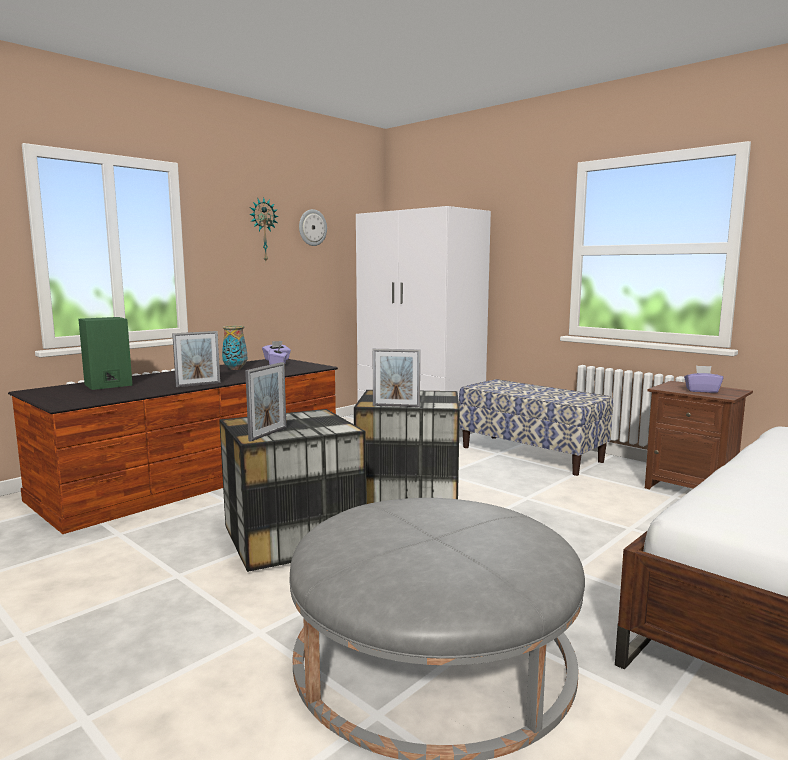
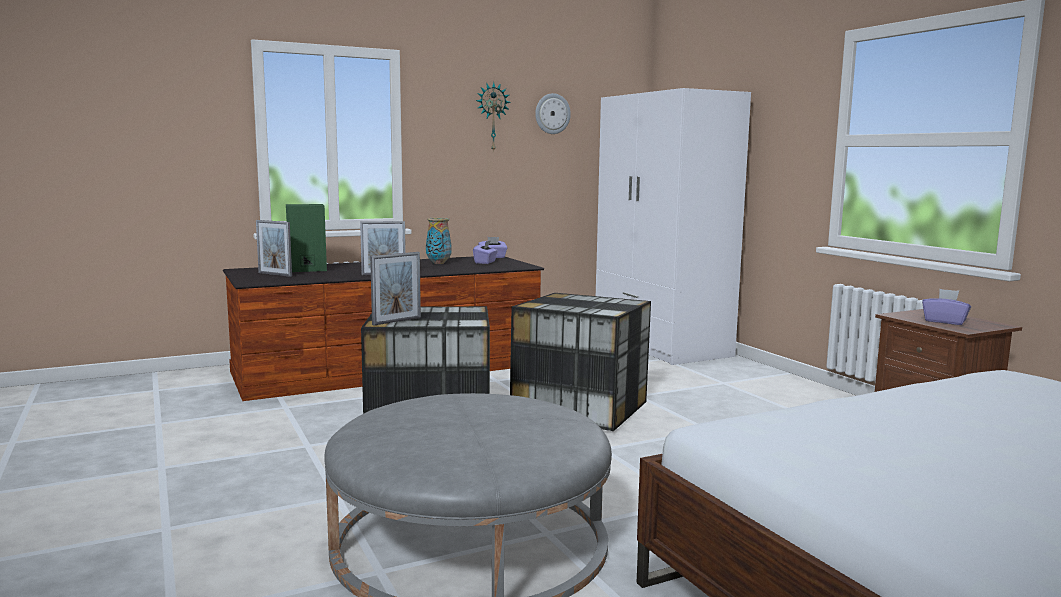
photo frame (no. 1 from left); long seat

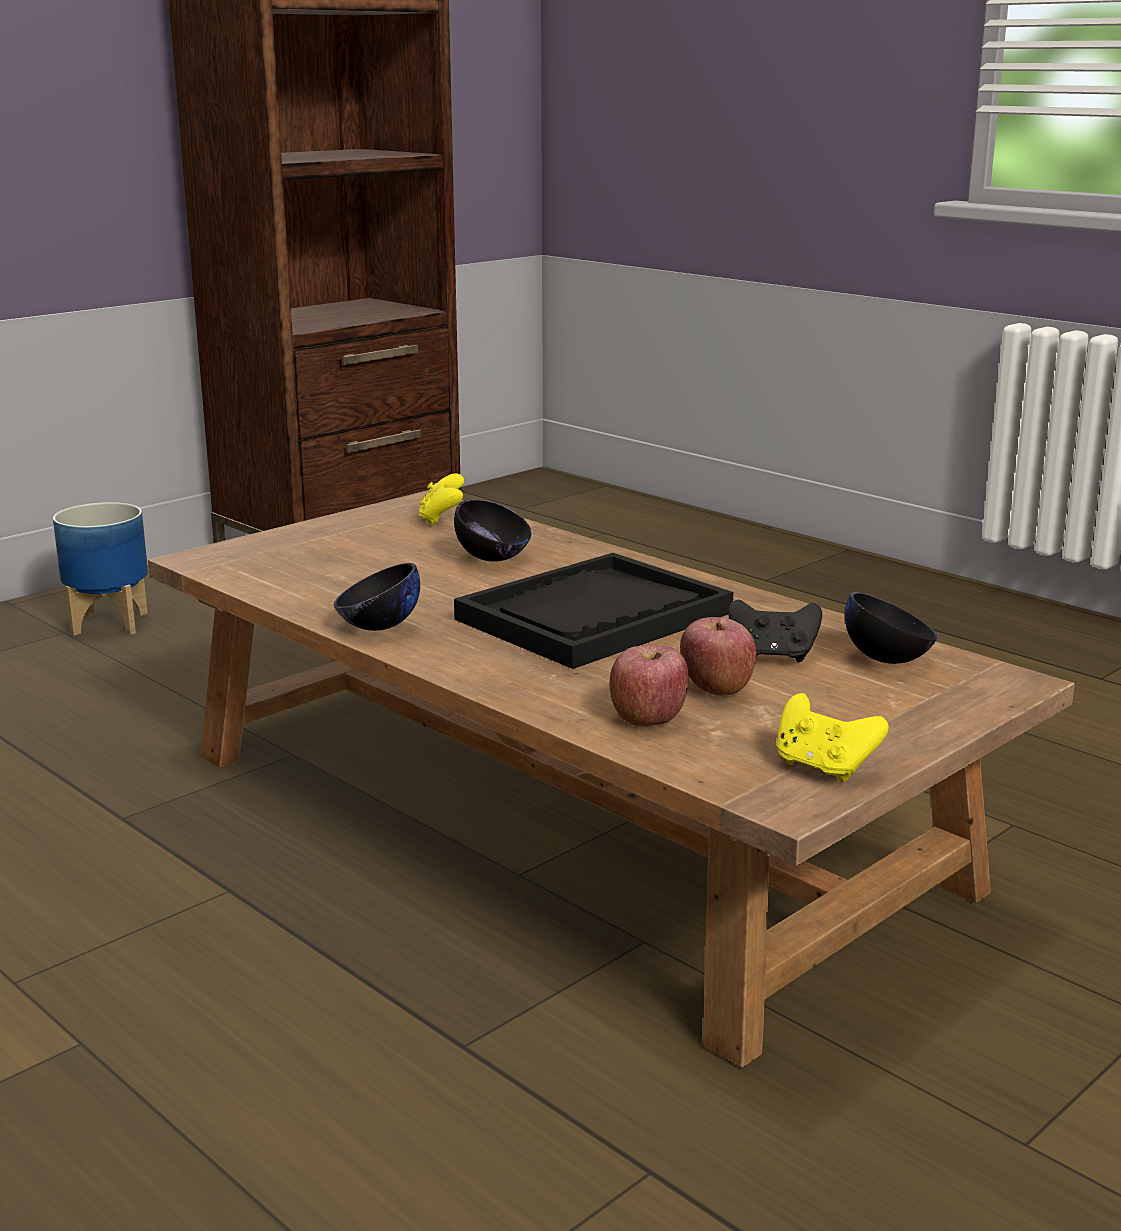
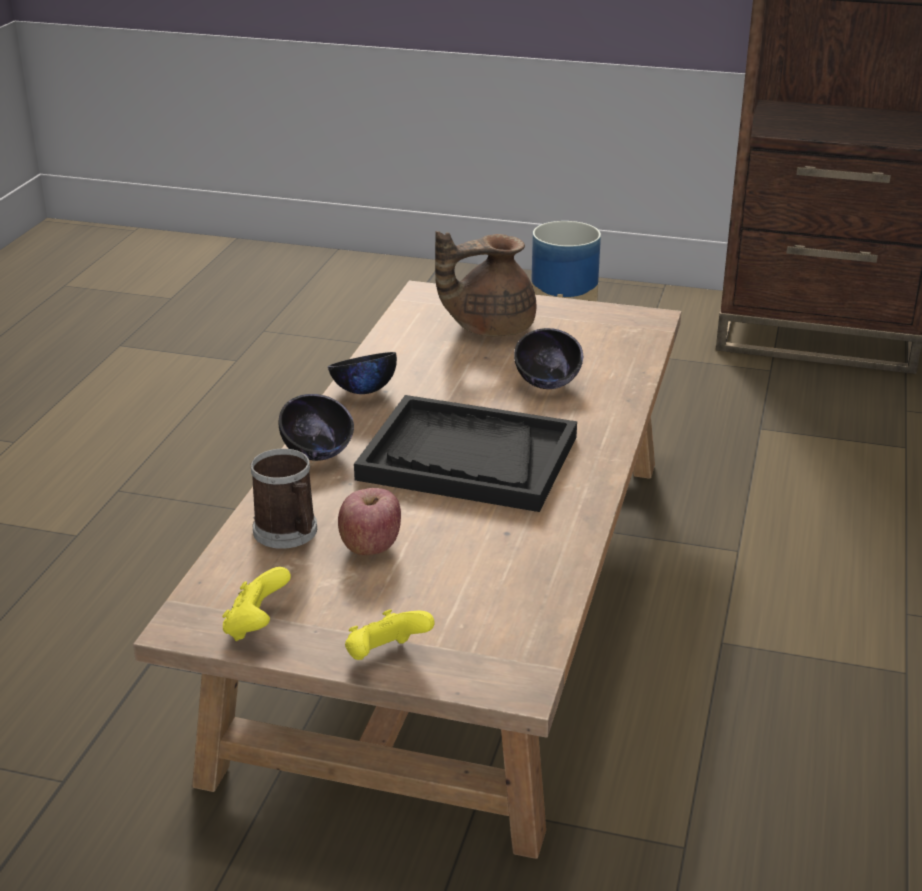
mug; black bowl (no. 1 from left); yellow gamepad (no. 2 from left); brownish pot for tea; black gamepad

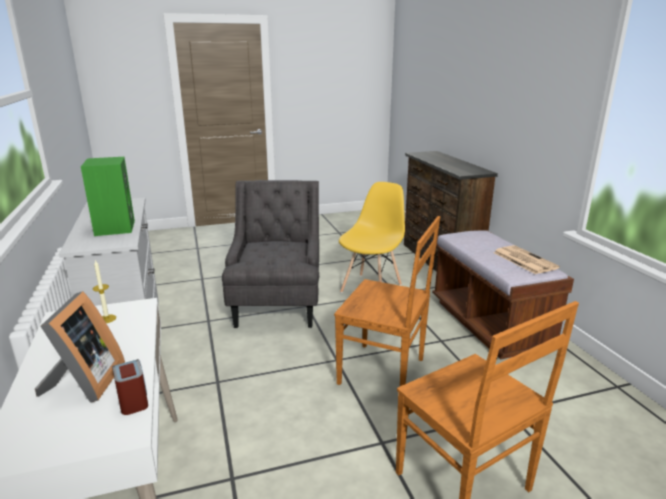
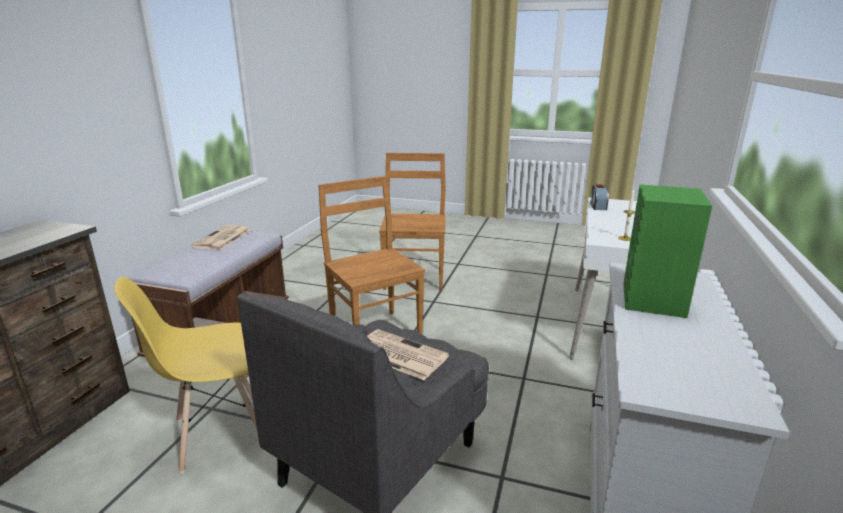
newspaper (no. 2 from left); photo frame

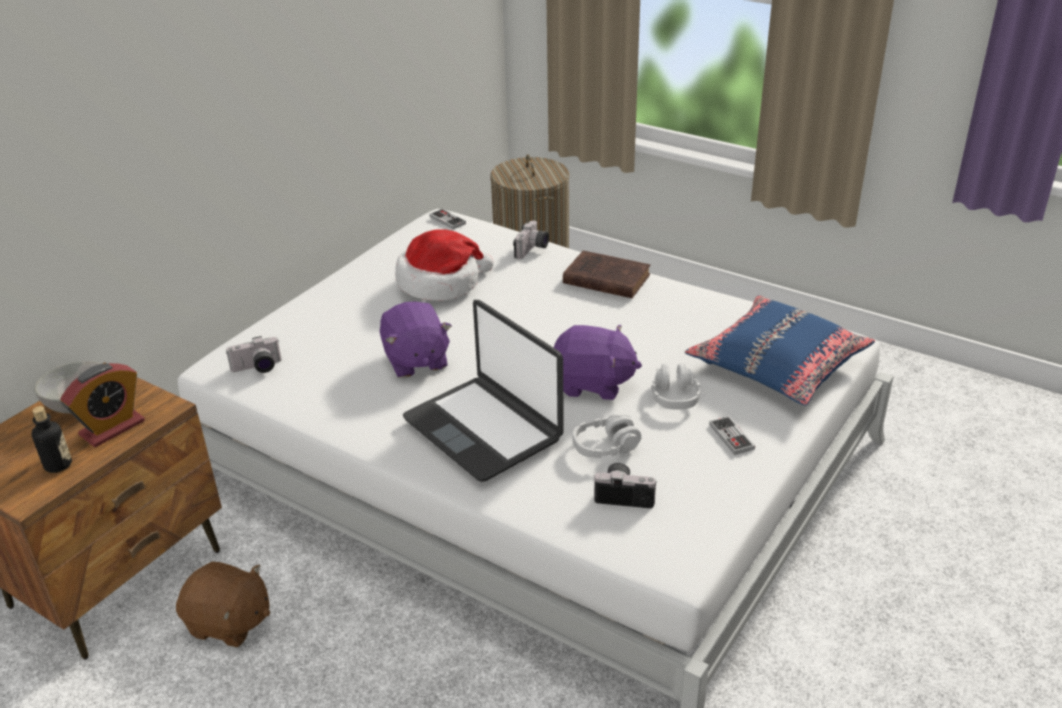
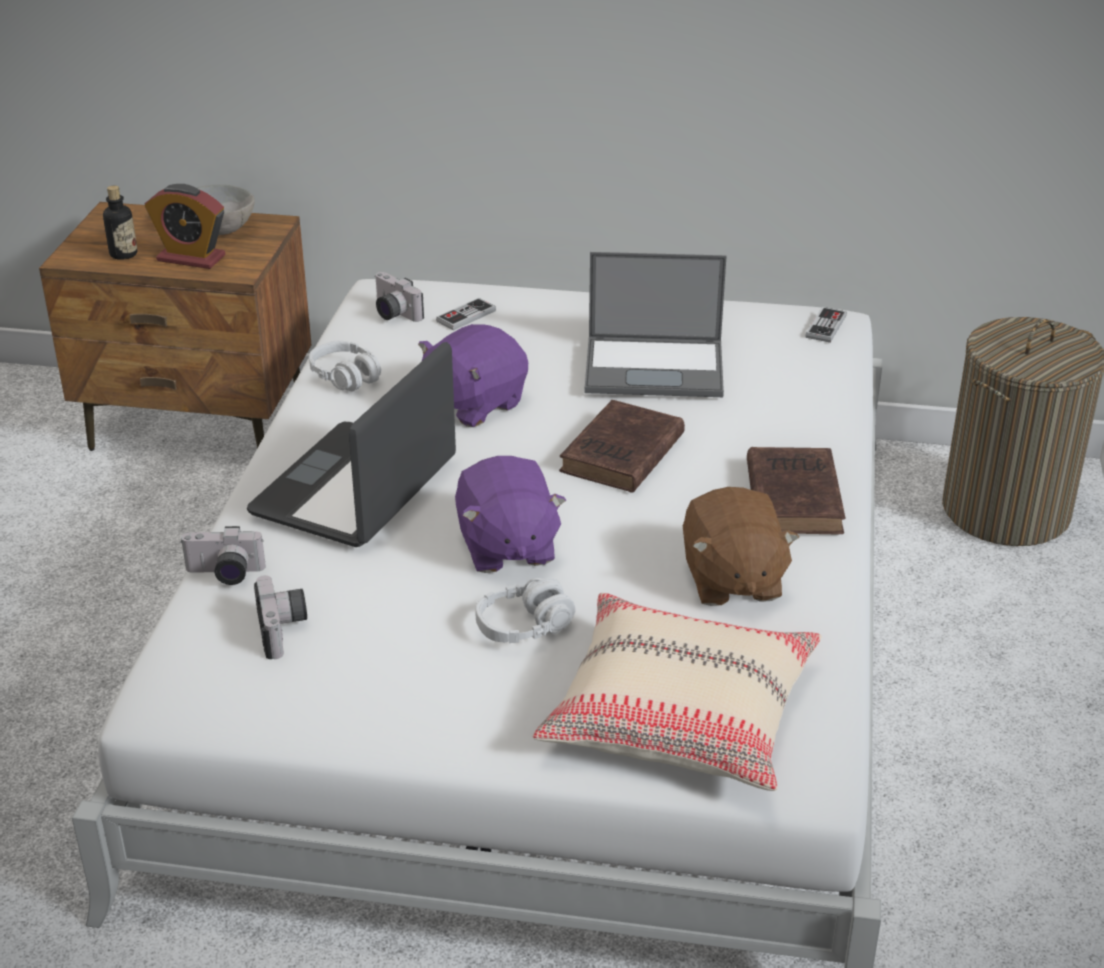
still camera (no. 1 from left); grey headset (no. 1 from left); gamepad (no. 1 from left); beige-coloured cushion; brownish volume (no. 1 from left); portable computer (no. 2 from left); brownish soft toy

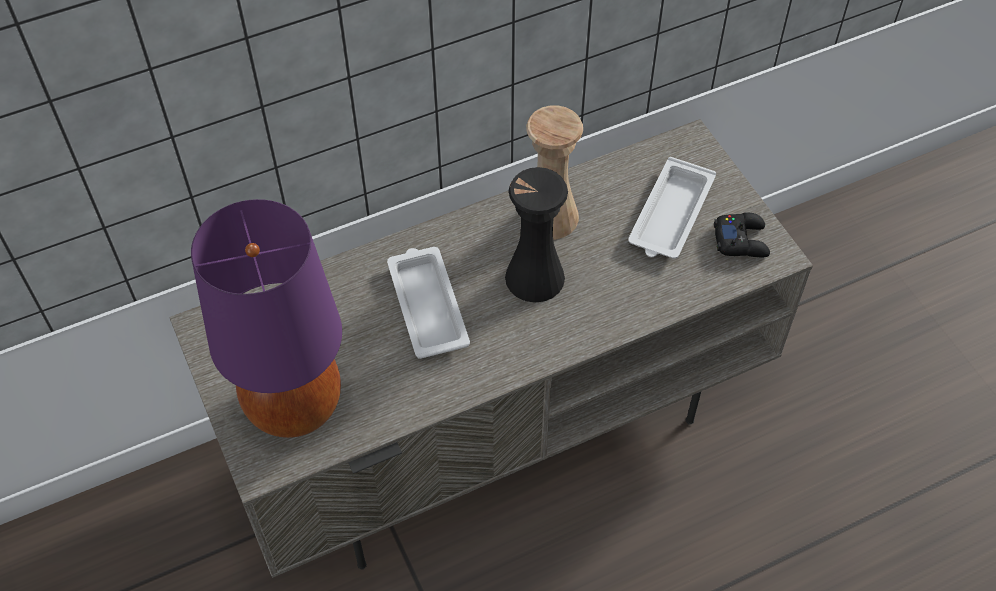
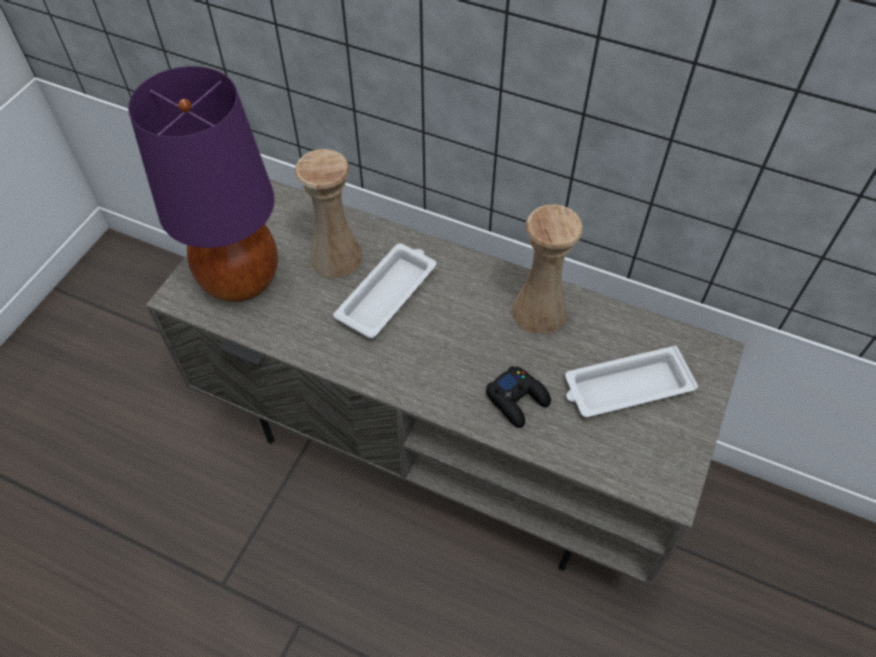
beige-coloured decorative vase (no. 1 from left); black gamepad; black decorative vase

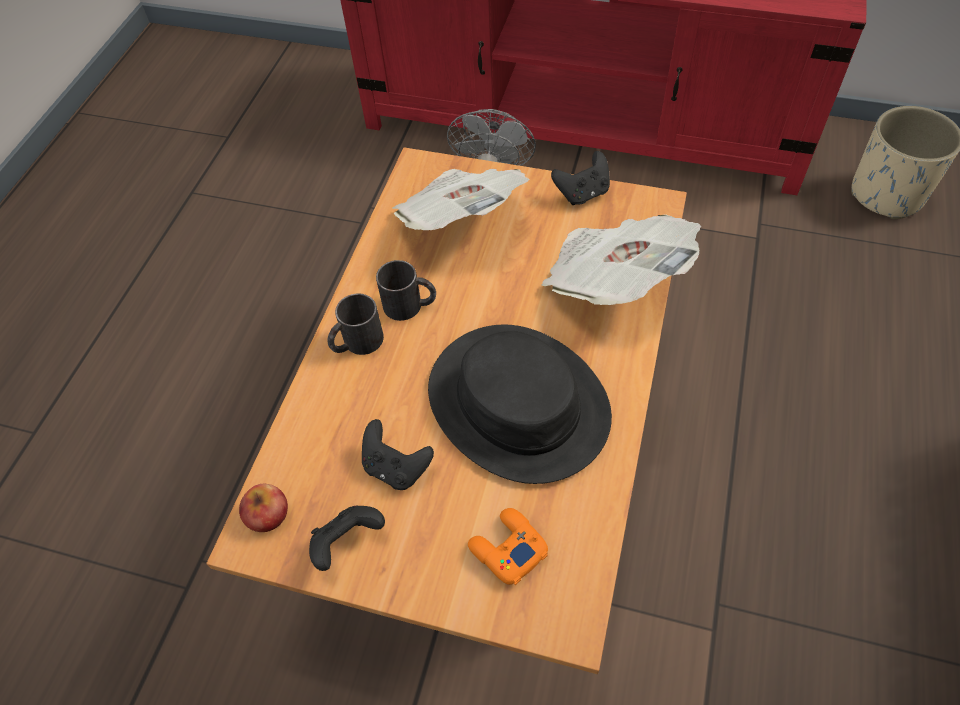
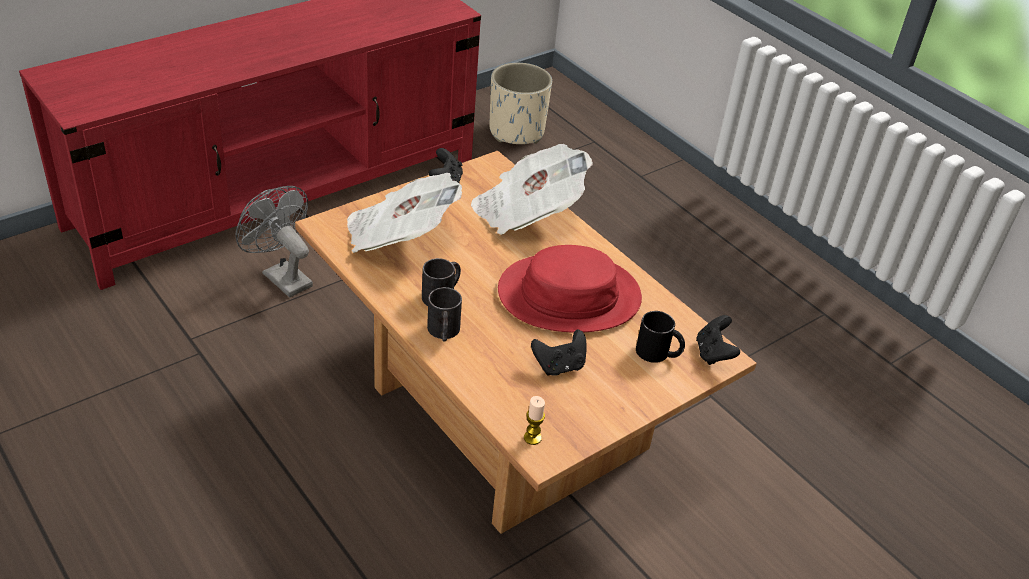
red wearable hat; candle; black mug (no. 3 from left); black gamepad (no. 3 from left)

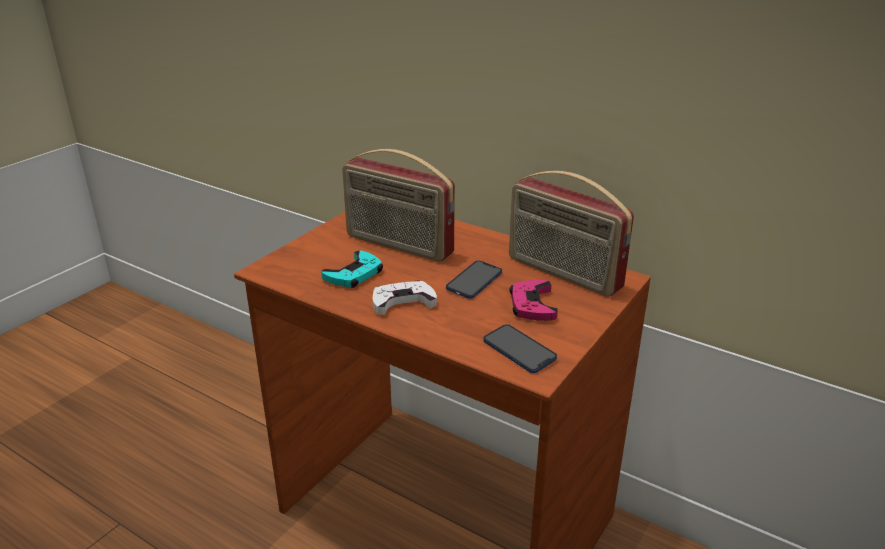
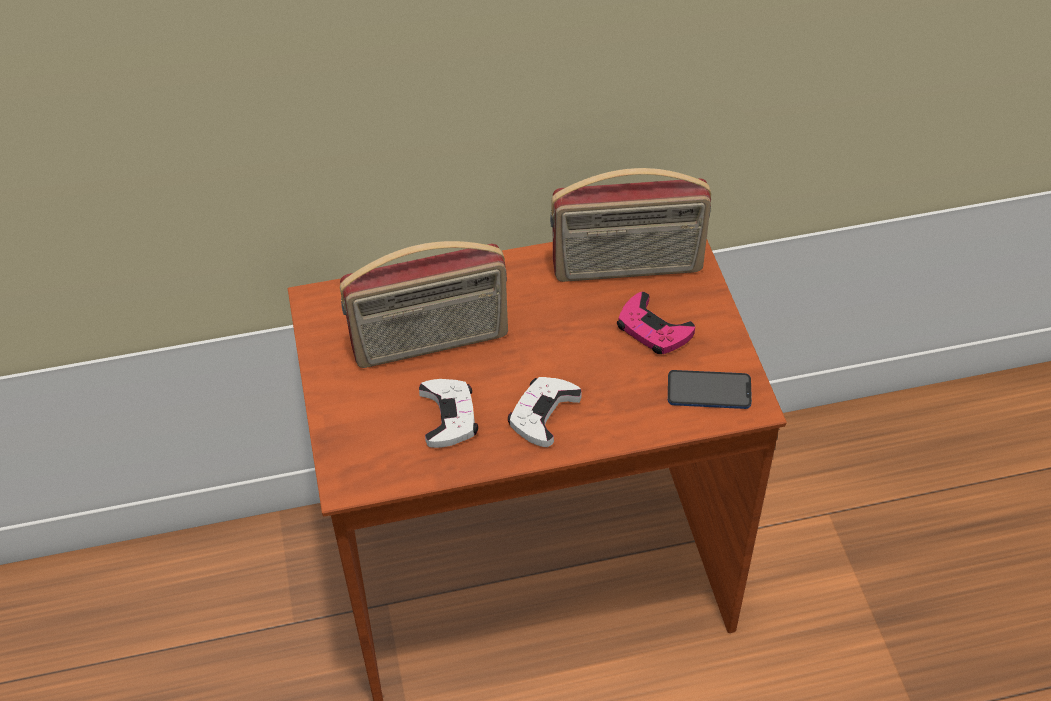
white-coloured gamepad (no. 1 from left); phone (no. 1 from left in the first image)

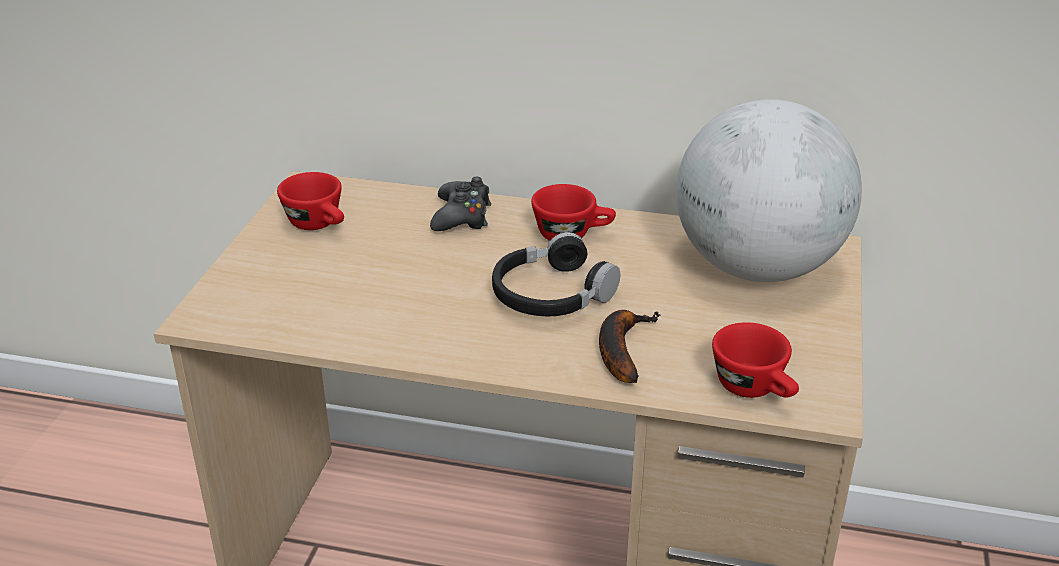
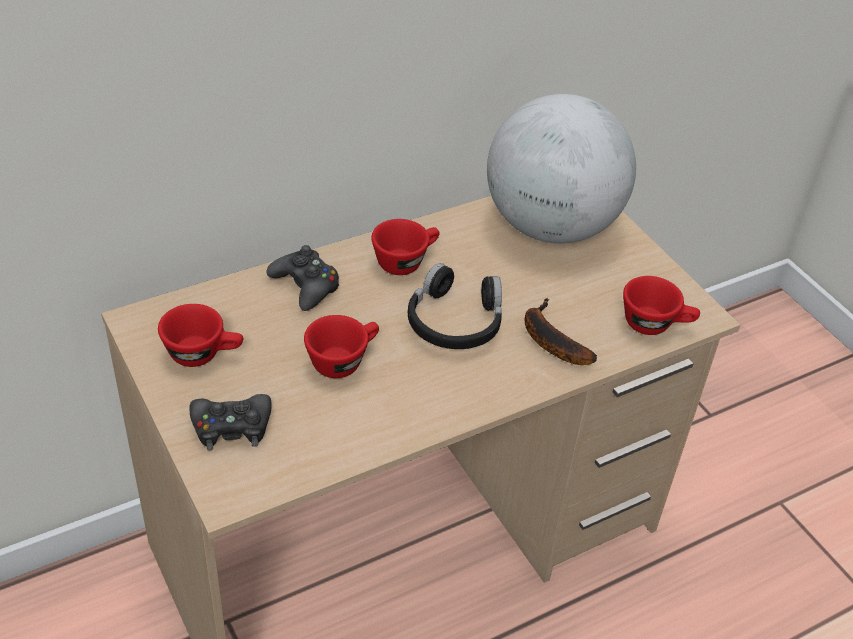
black gamepad (no. 1 from left); red drinking cup (no. 2 from left)

